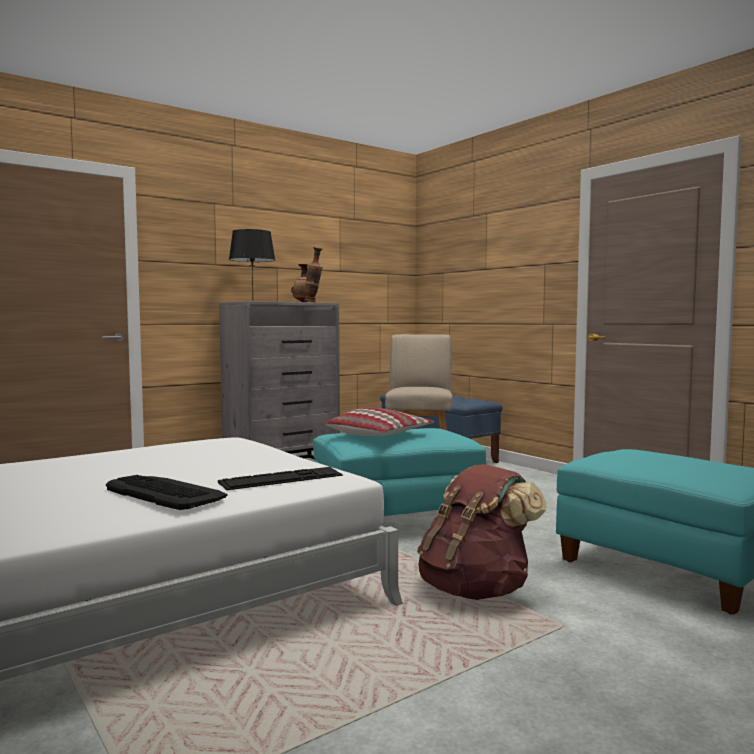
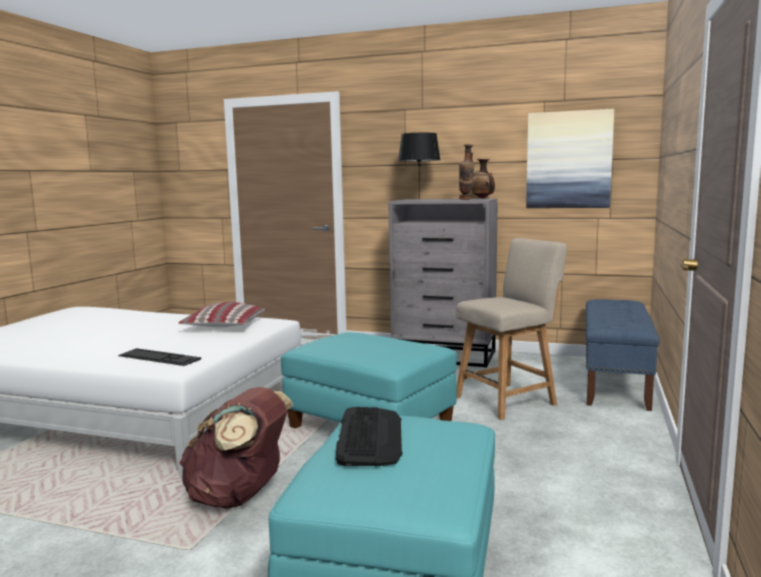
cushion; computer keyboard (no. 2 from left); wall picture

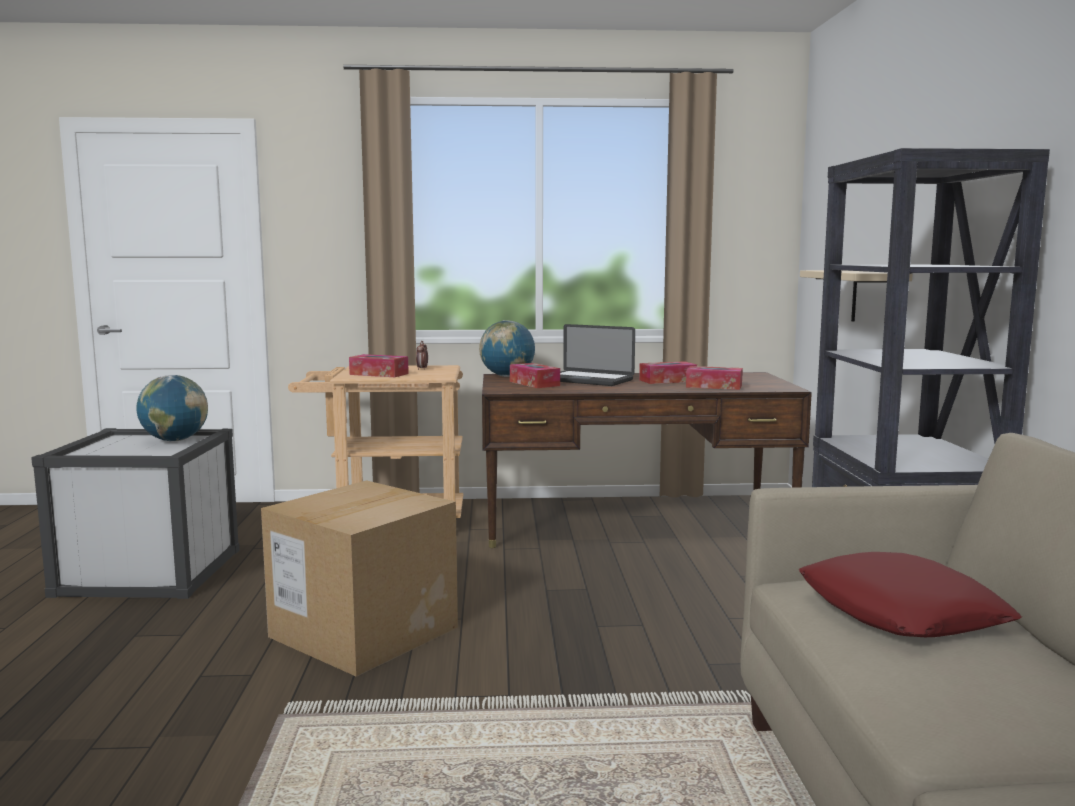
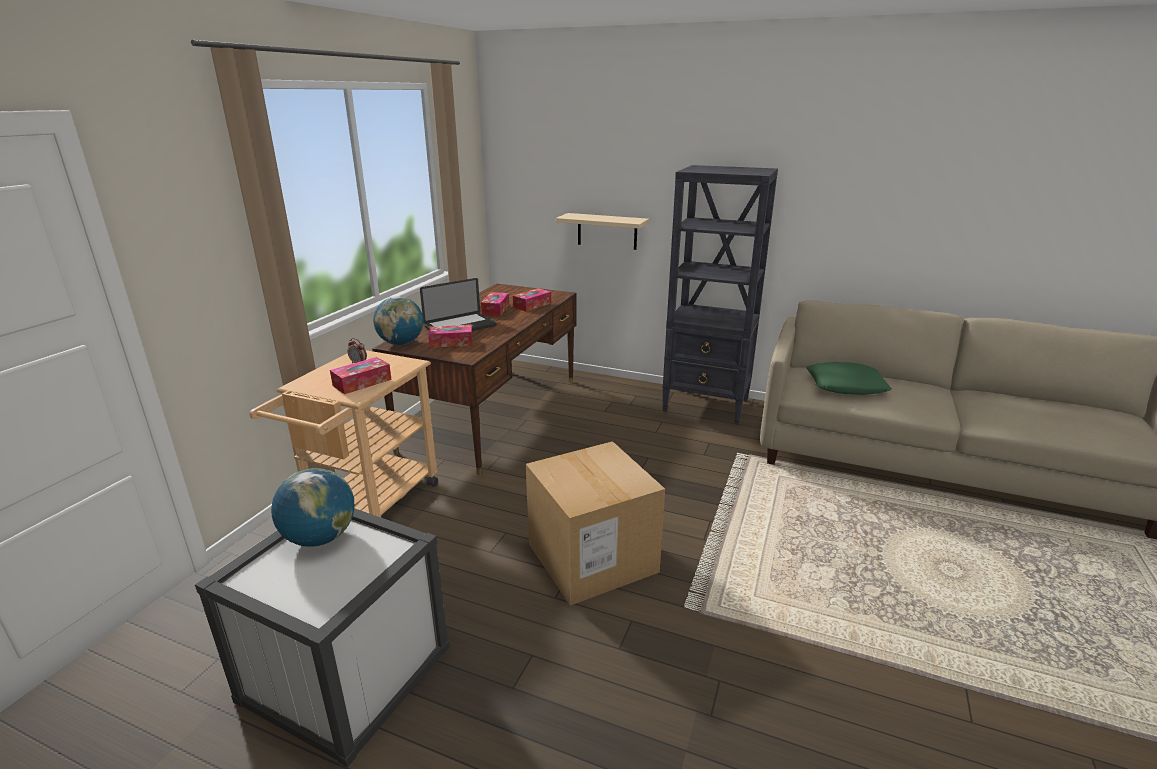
green cushion

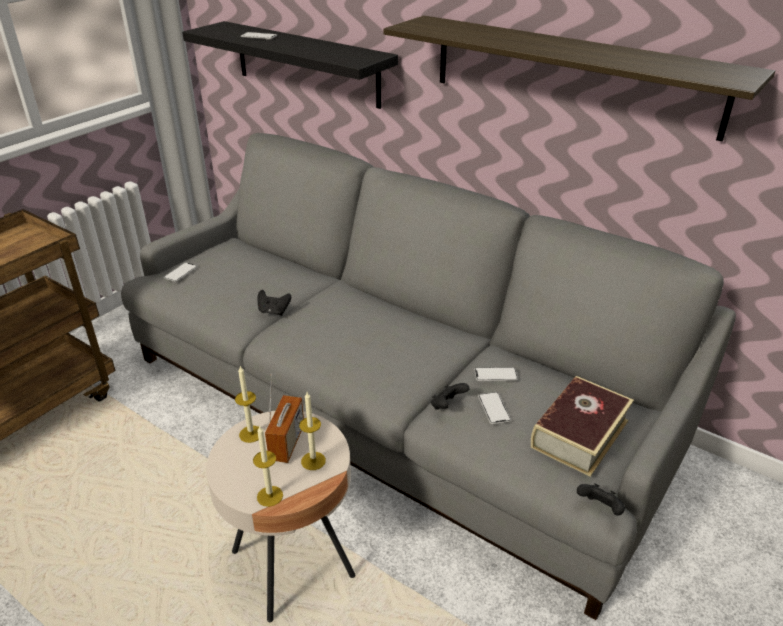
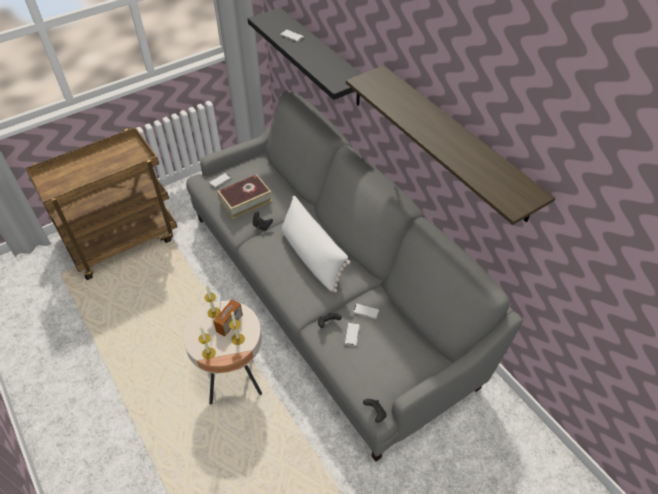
volume; white-coloured cushion

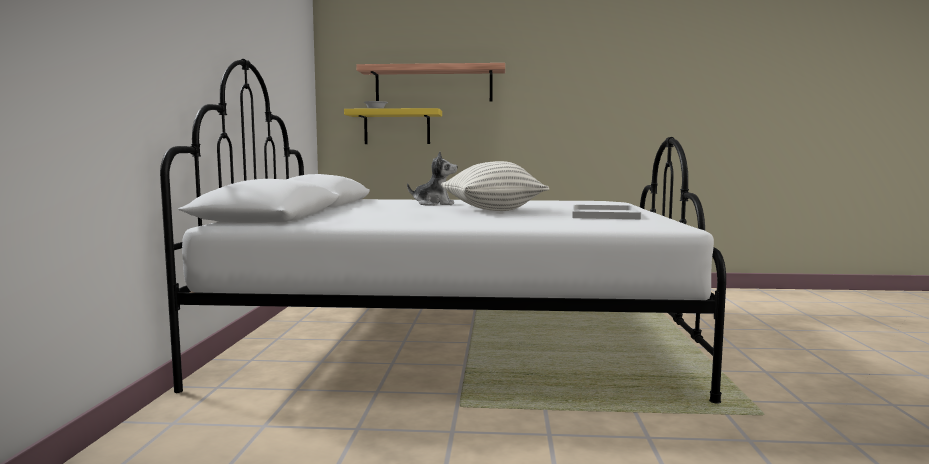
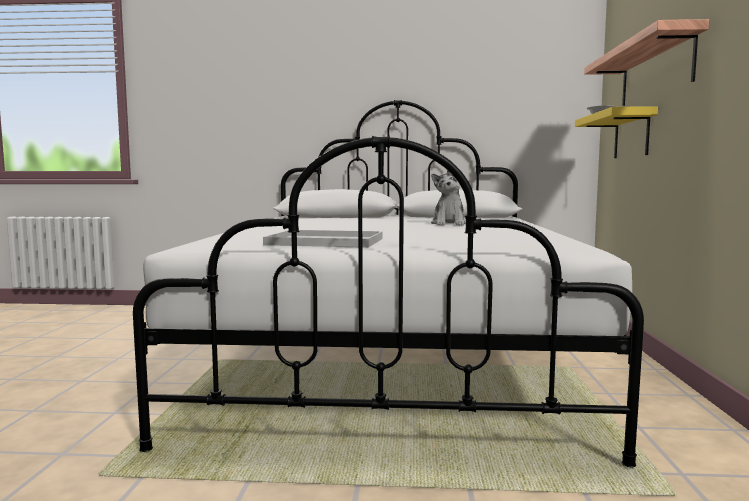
cushion

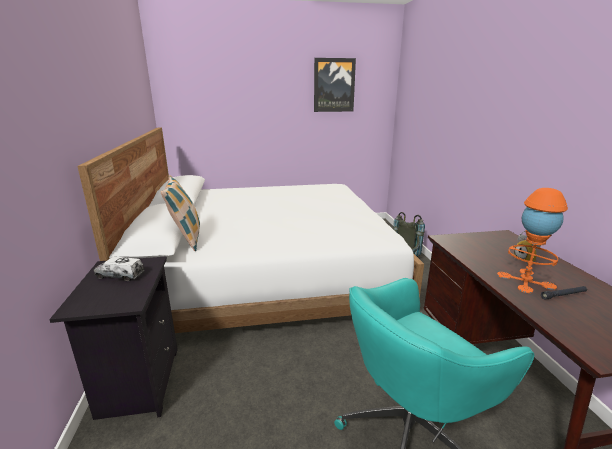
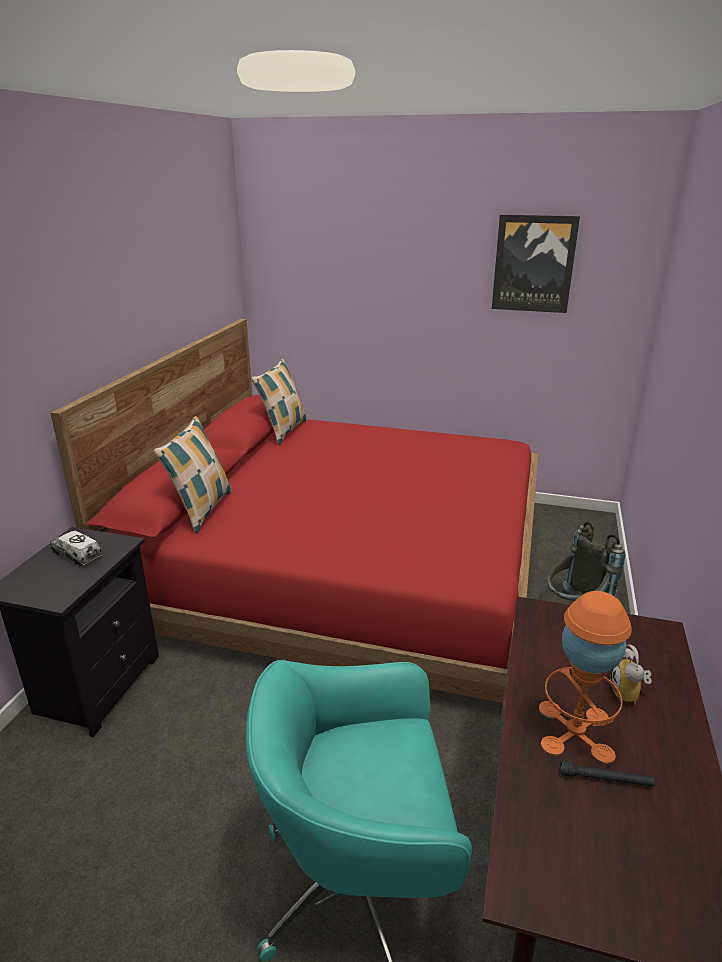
red sleeping bed; cushion (no. 2 from left)

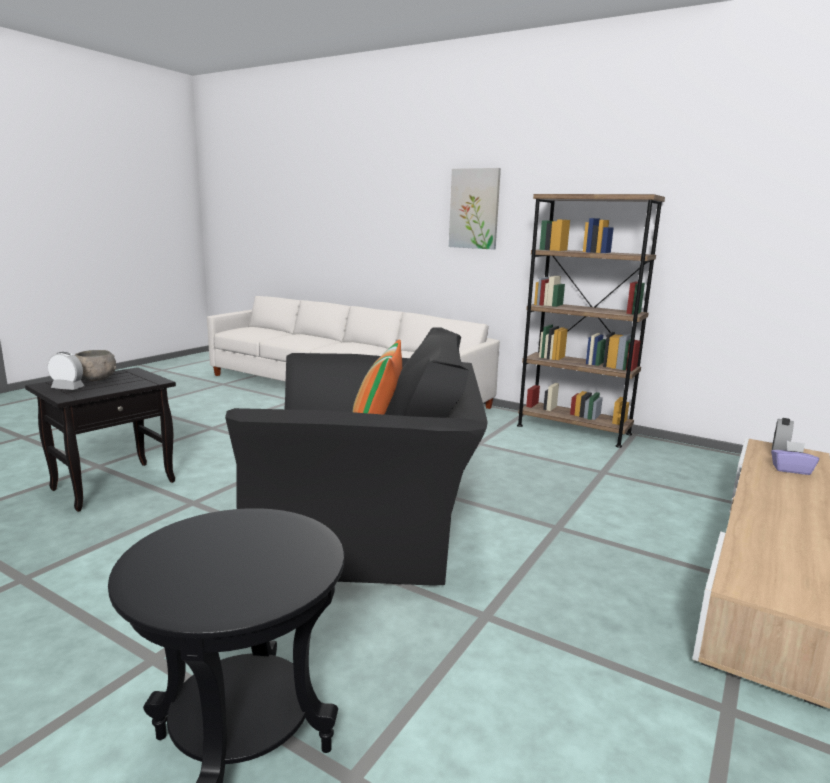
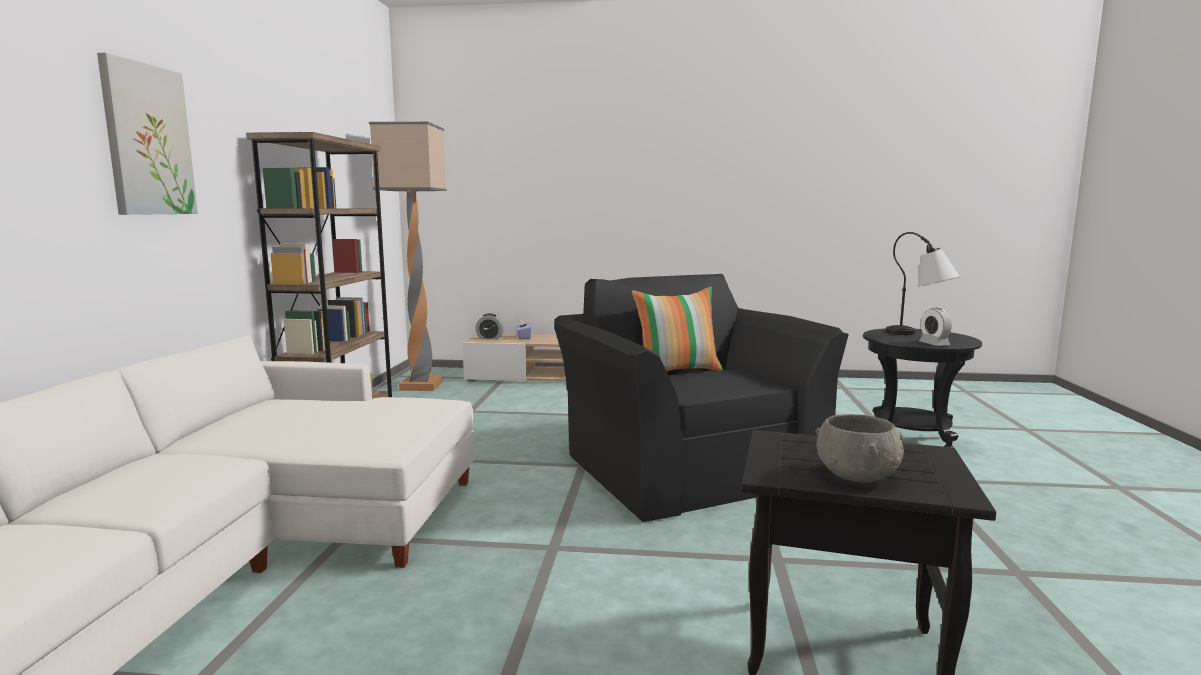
standard lamp; tabletop lamp; bedside clock (no. 2 from left)

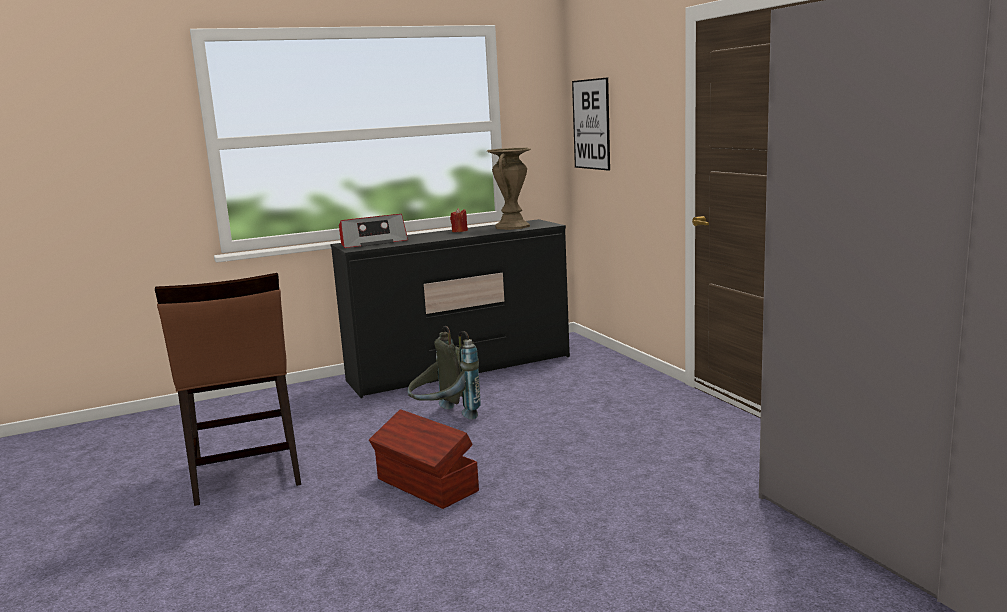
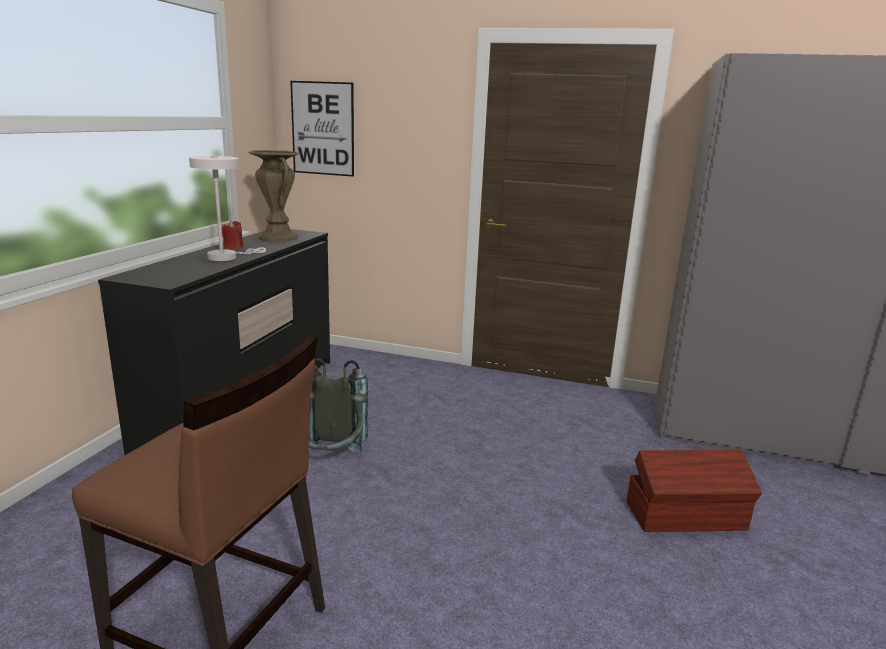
white-coloured tabletop lamp; brownish storage container; radio set

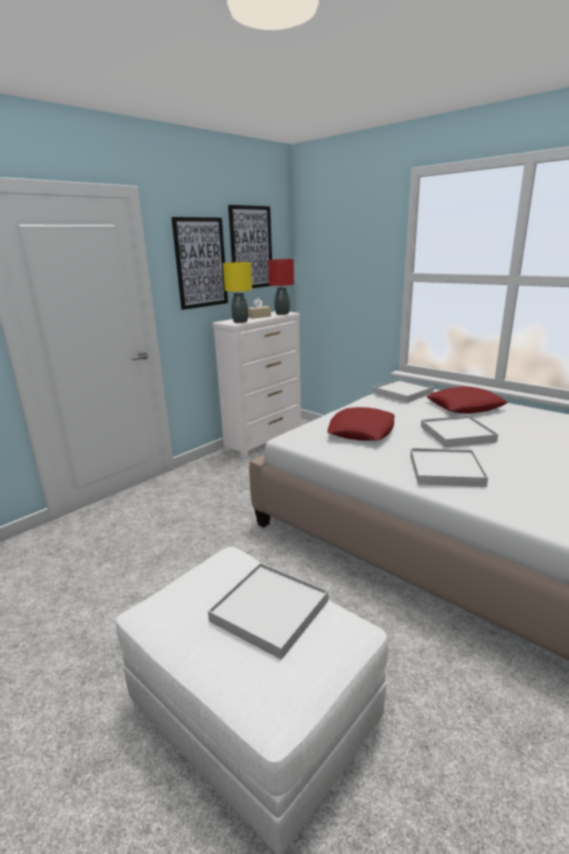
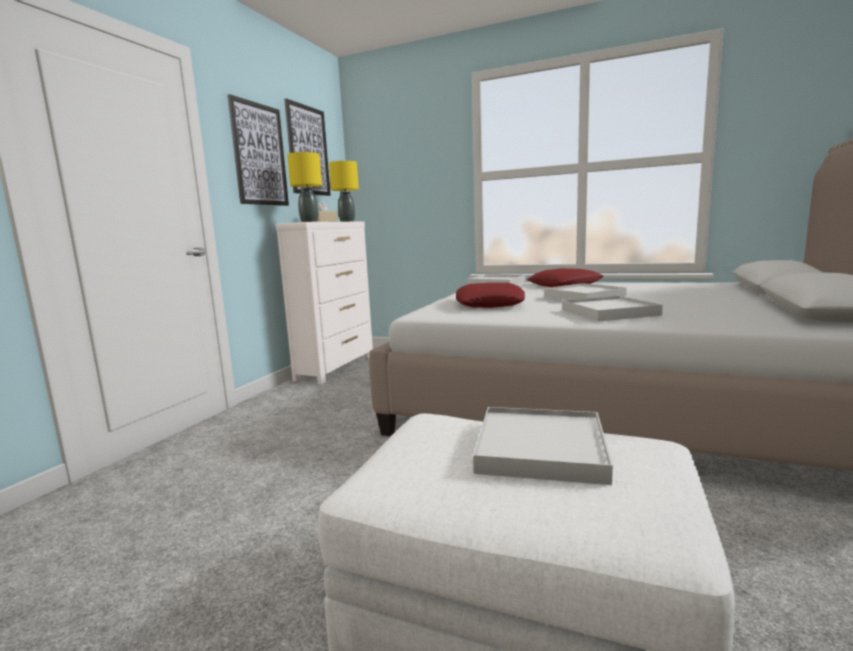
yellow tabletop lamp (no. 2 from left)

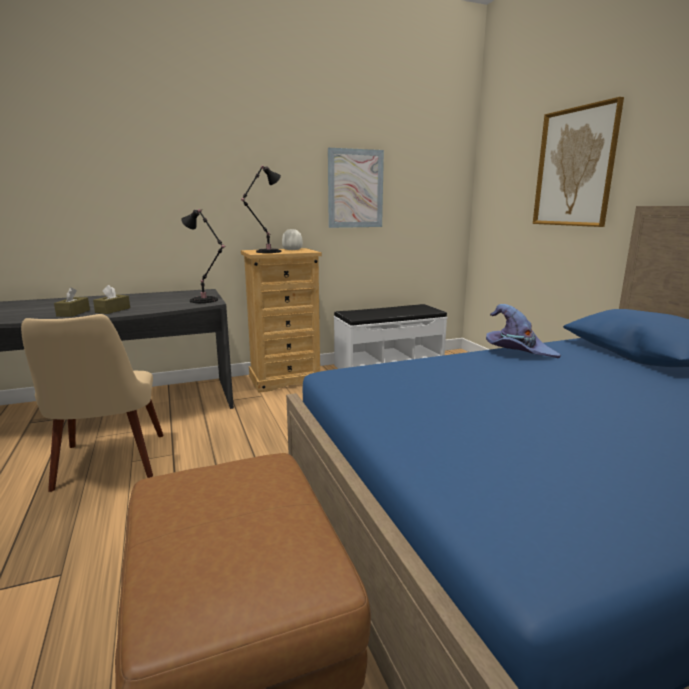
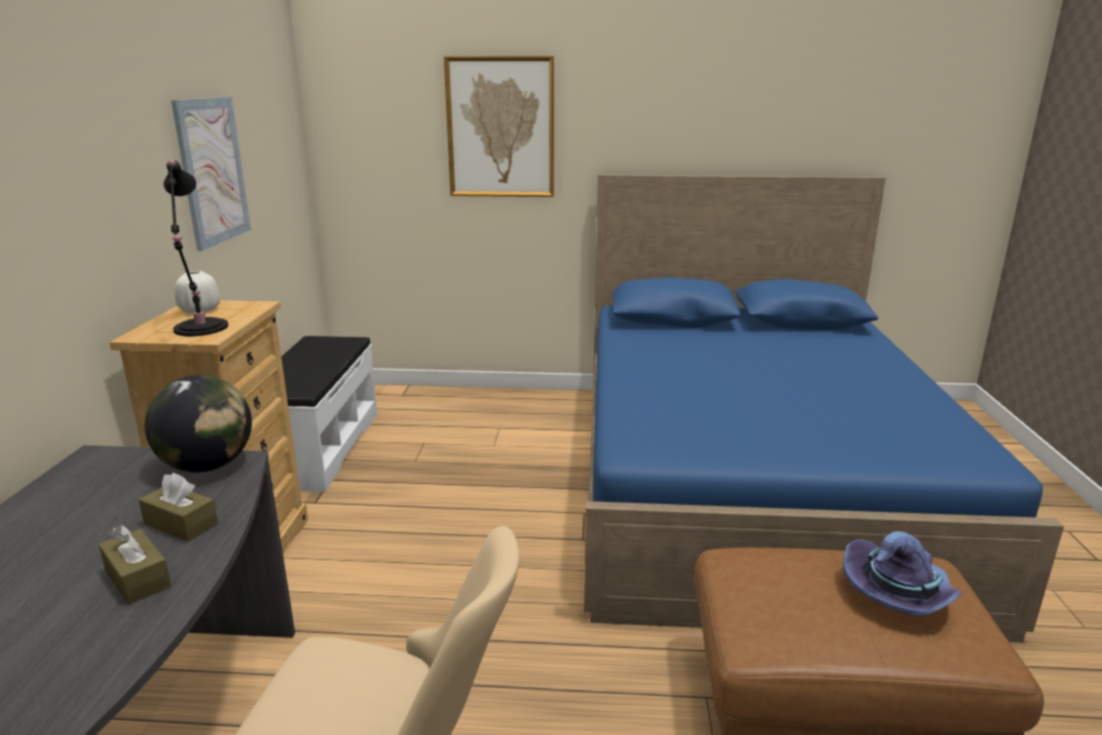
brownish tissue holder (no. 2 from left); desk globe; purple wearable hat

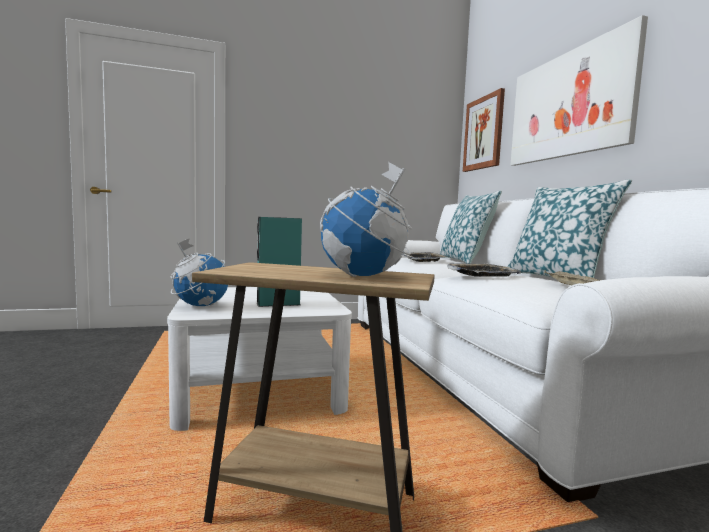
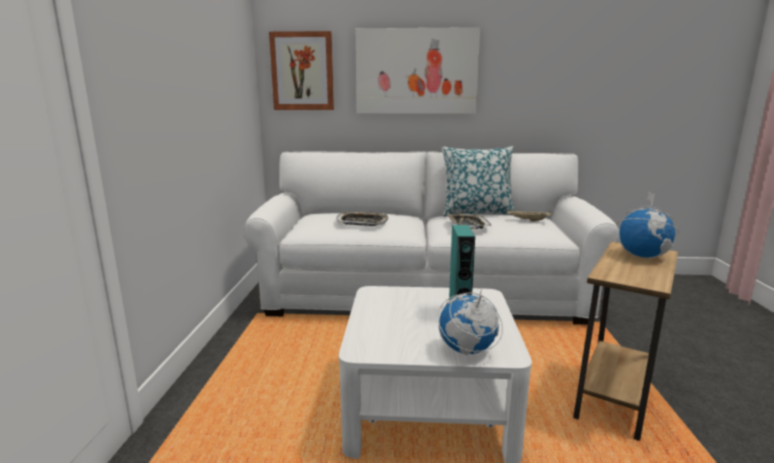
cushion (no. 1 from left in the first image)

